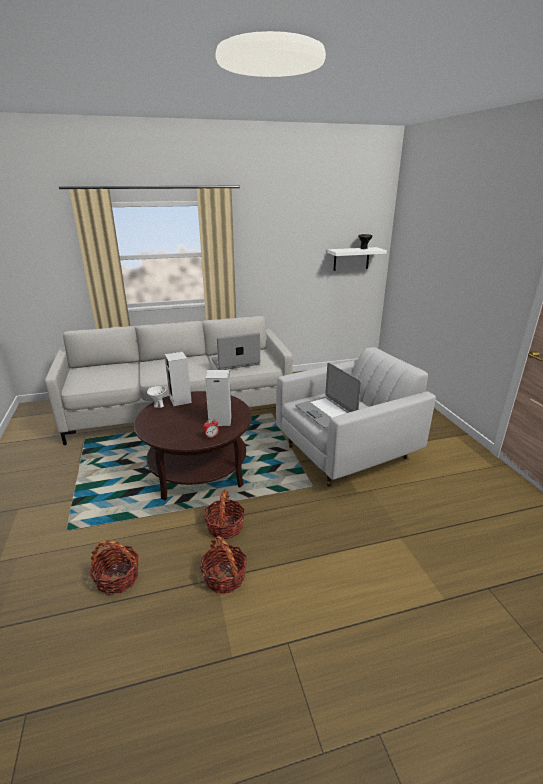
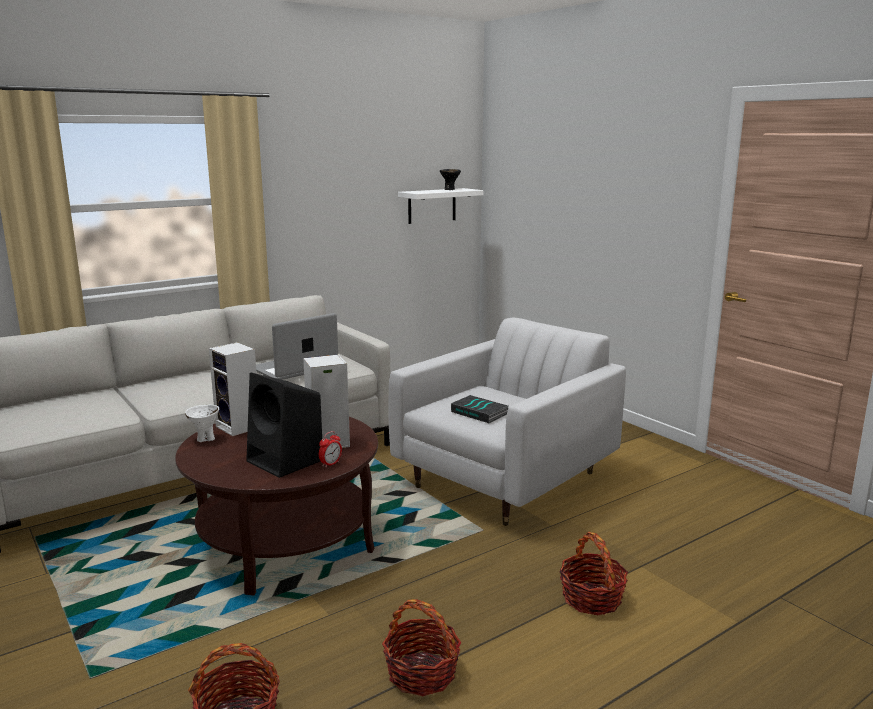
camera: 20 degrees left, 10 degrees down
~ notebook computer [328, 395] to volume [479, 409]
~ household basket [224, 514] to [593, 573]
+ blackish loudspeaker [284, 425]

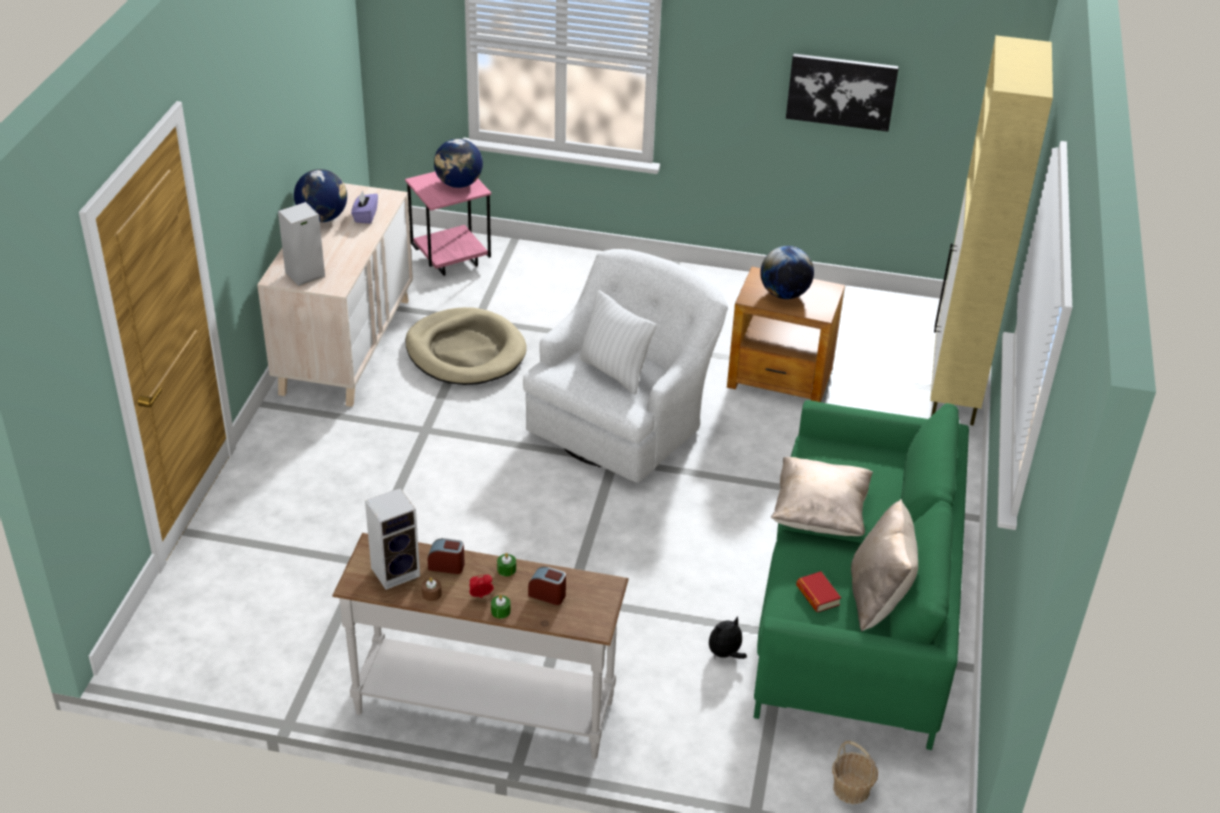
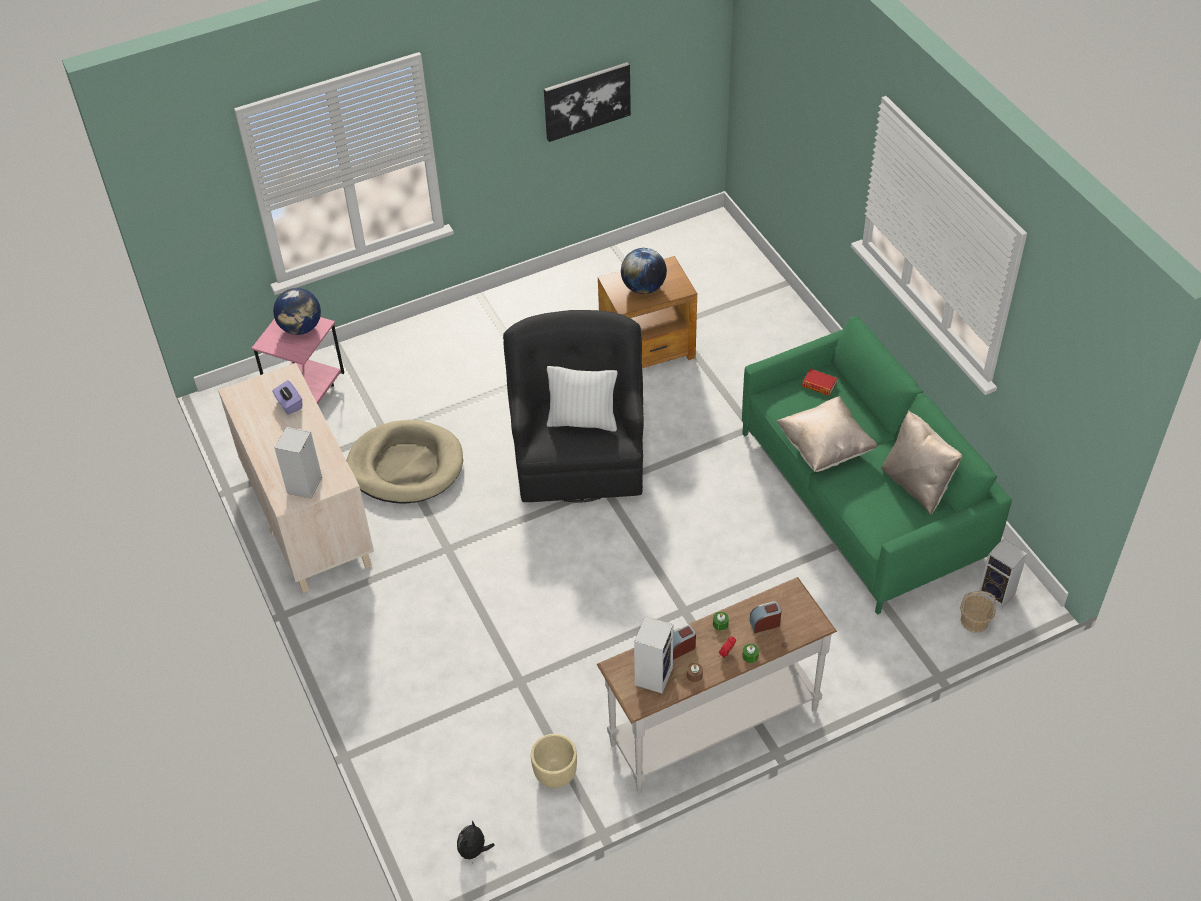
camera: 35 degrees left, 10 degrees up
- beige-coloured cupboard [991, 230]
- globe [320, 195]
~ white armchair [625, 366] to blackish armchair [573, 406]
~ volume [818, 591] to [819, 382]
~ soft toy [728, 637] to [476, 840]
+ loudspeaker [1002, 574]
+ beige-coloured flower pot [554, 761]

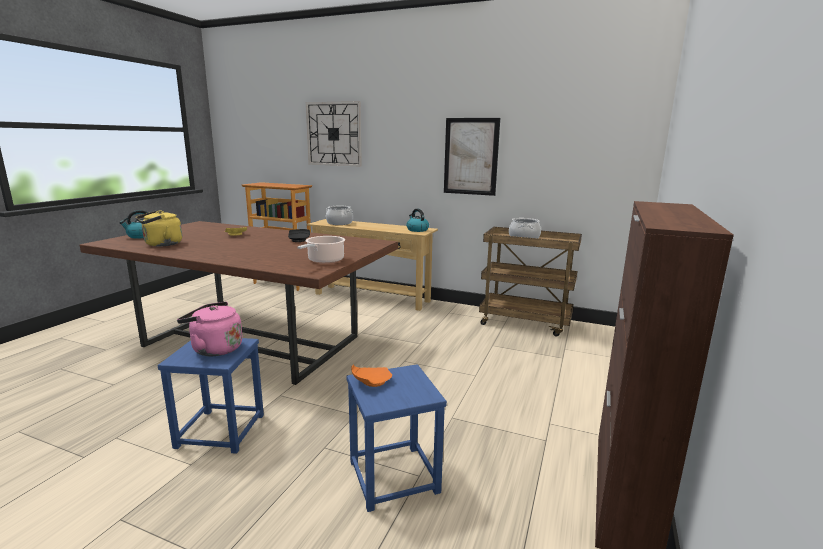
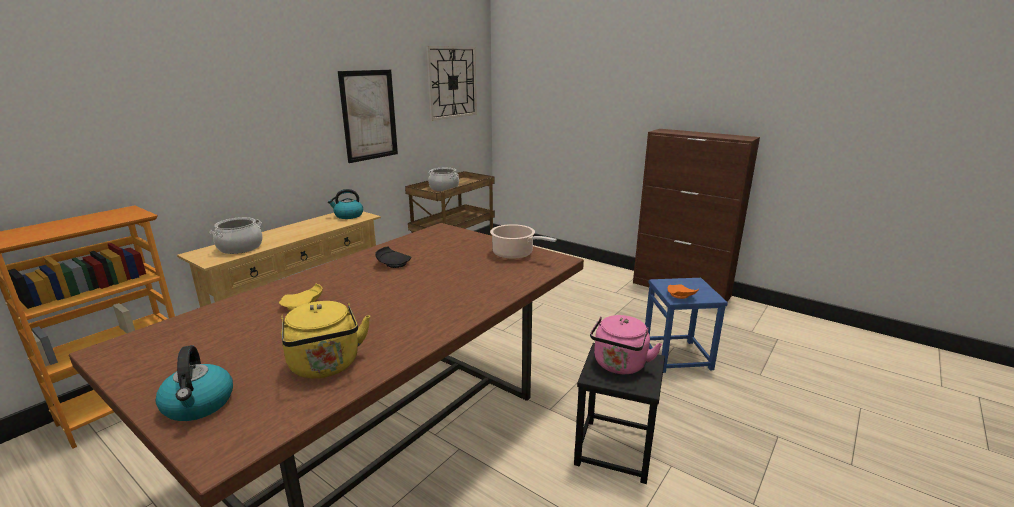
camera: 75 degrees left, 5 degrees up
~ clock on the wall [334, 134] to [451, 83]
~ blue-coloured sitting stool [211, 396] to blackish sitting stool [619, 413]

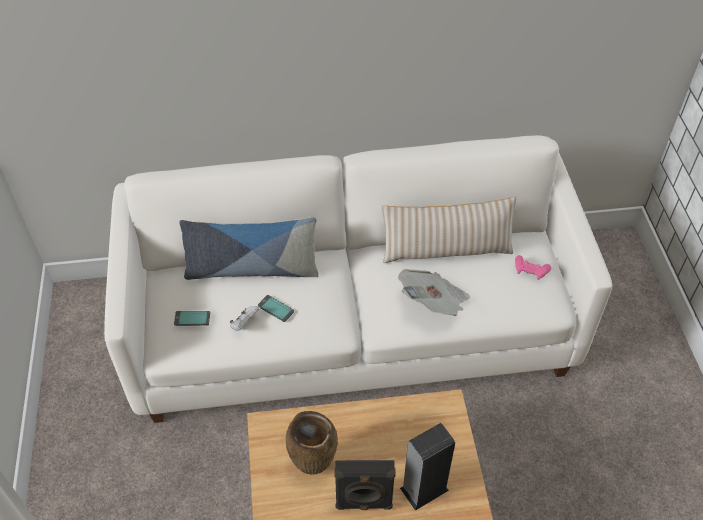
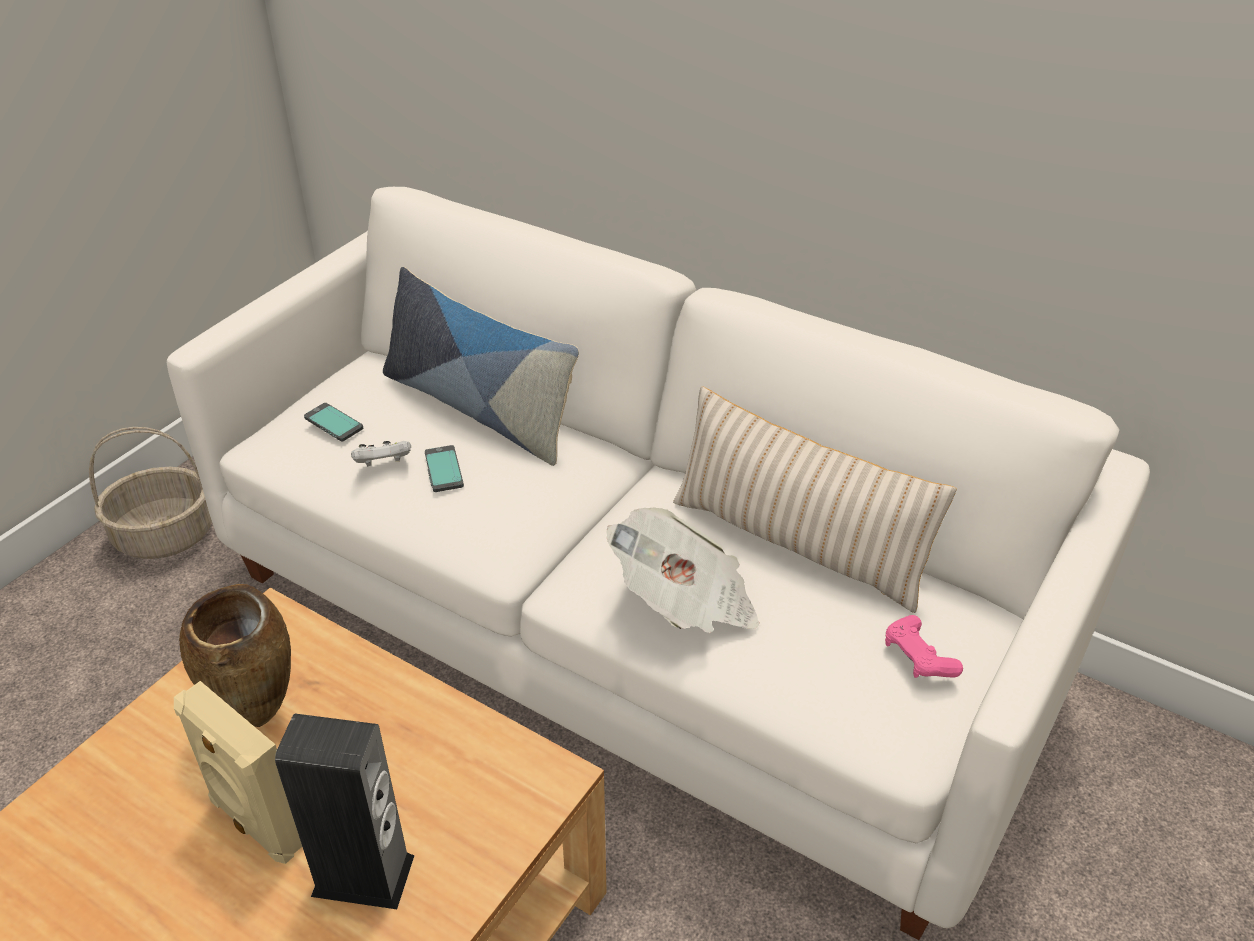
camera: 40 degrees right, 10 degrees down
~ blackish loudspeaker [365, 485] to beige-coloured loudspeaker [238, 772]
+ household basket [150, 493]

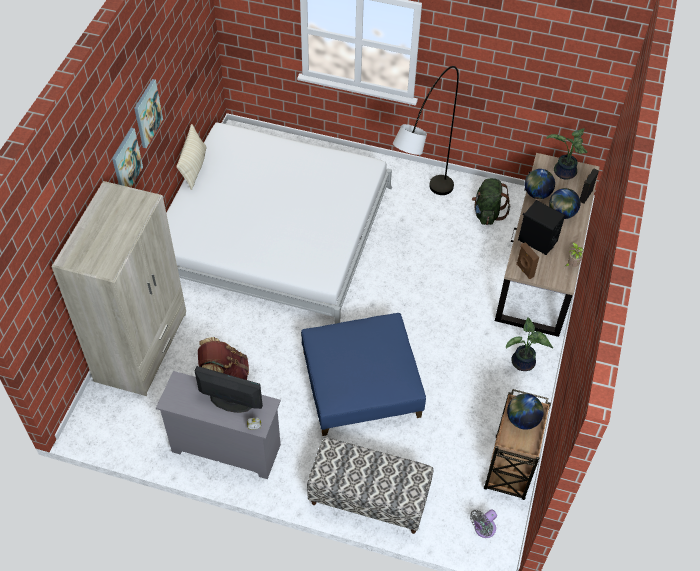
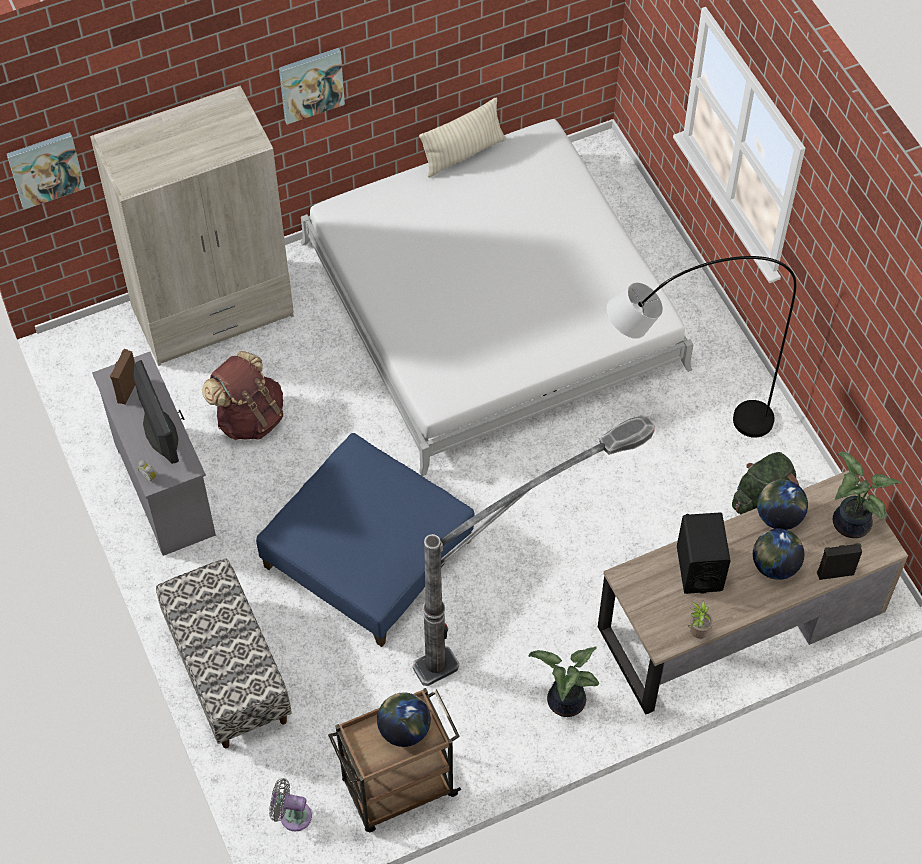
camera: 50 degrees right, 5 degrees up
~ picture [148, 113] to [46, 170]
~ brown-coloured loudspeaker [527, 260] to [122, 376]
+ floor lamp [533, 551]

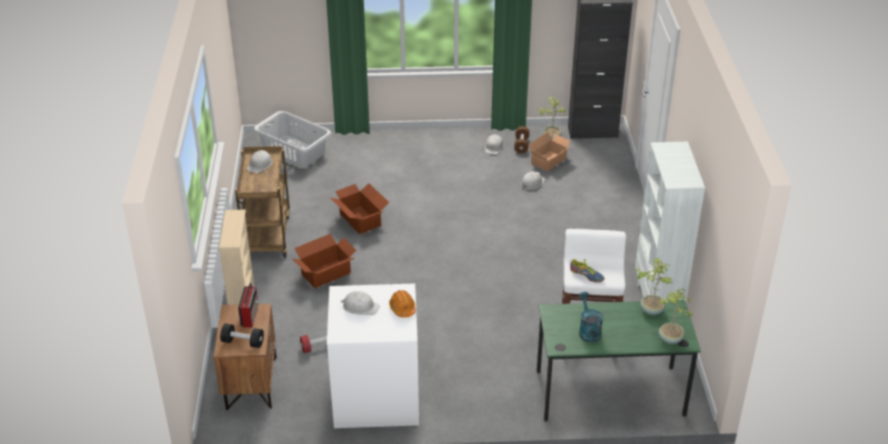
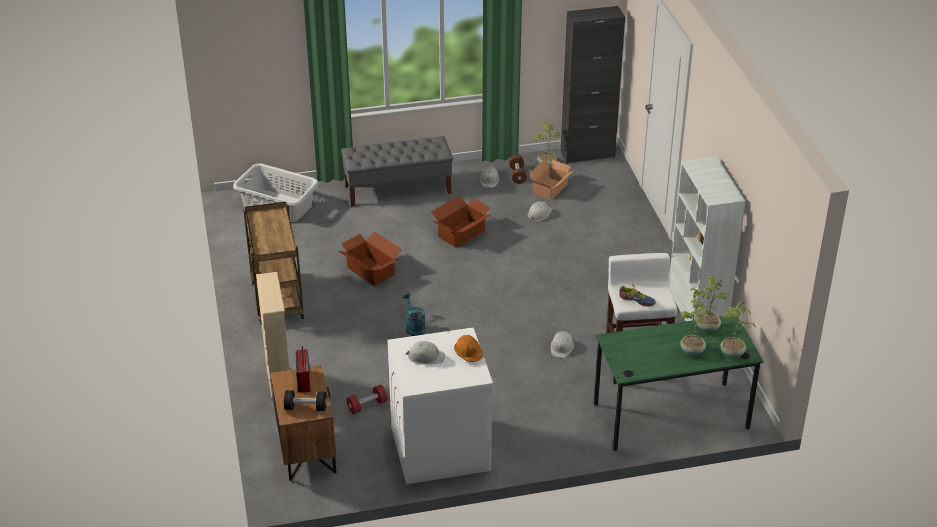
camera: 10 degrees left, 0 degrees up
~ white work helmet [260, 161] to [562, 344]
~ cardboard box [325, 261] to [461, 222]
~ blue-green watering pot [591, 317] to [414, 314]
+ grey bench [397, 171]
+ plant in a pot [697, 327]

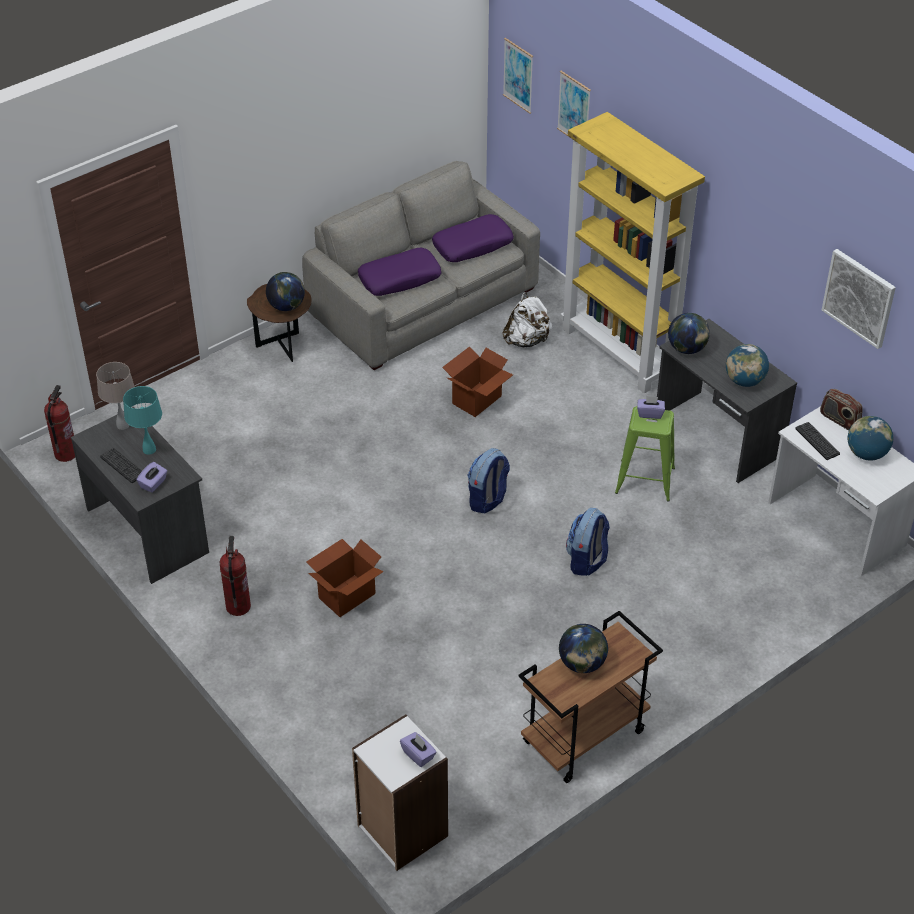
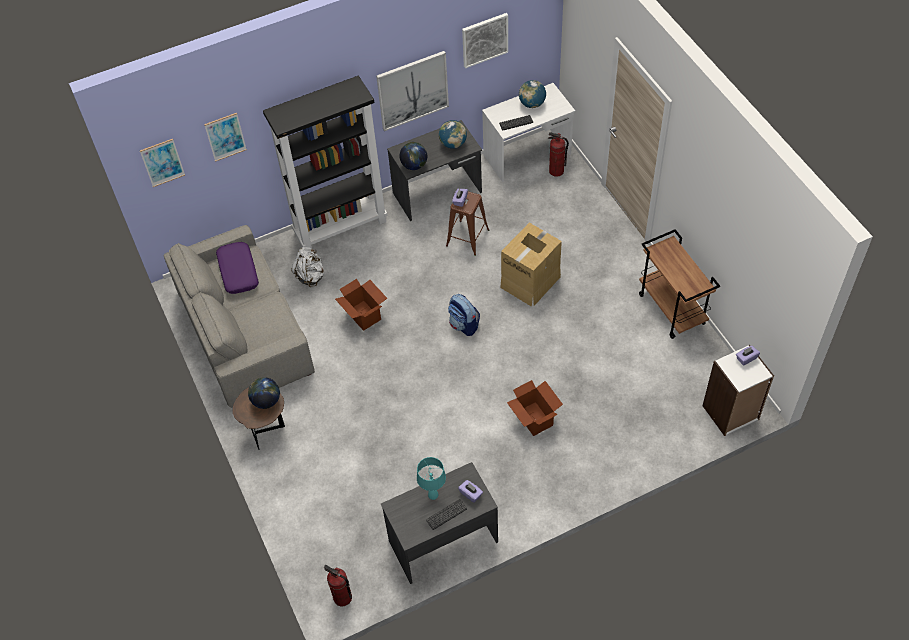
camera: 75 degrees left, 10 degrees up
~ yellowish shelving unit [632, 253] to blackish shelving unit [325, 162]
- purplish throw pillow [400, 272]
- beige-coloured lamp for a table [115, 396]
- radio set [841, 409]
~ greenish sitting stool [645, 454] to brown-coloured sitting stool [467, 223]
~ knapsack [588, 542] to cardboard box [531, 265]
~ extinguisher [235, 576] to [558, 154]
- globe [583, 648]
+ picture [412, 91]

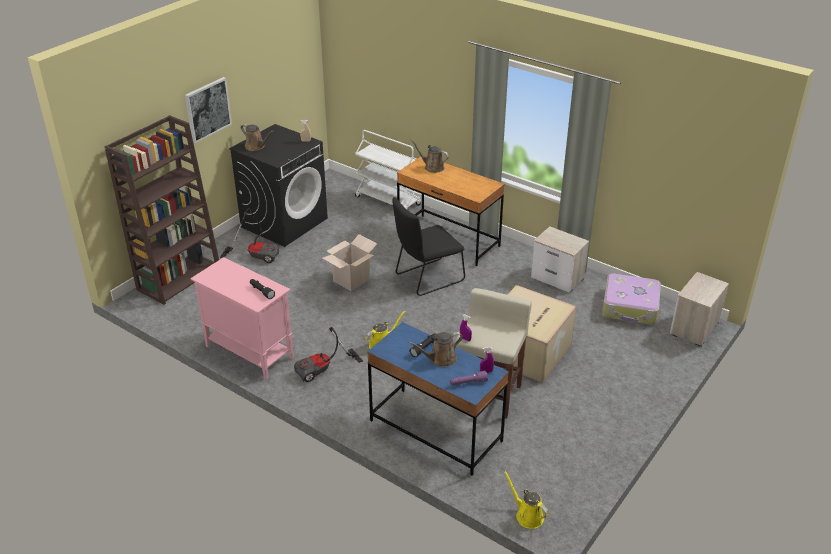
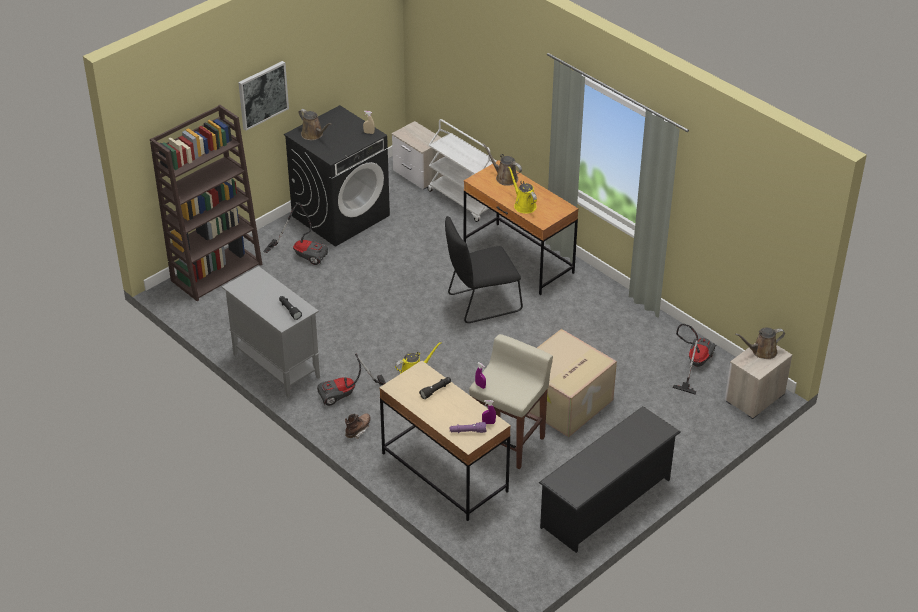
camera: 10 degrees right, 5 degrees up
~ night table [560, 259] to [418, 155]
- cardboard box [349, 262]
~ pinkish cupboard [242, 318] to grey cupboard [271, 332]
~ travel case [631, 299] to vacuum cleaner [694, 359]
~ blue-coloured desk [438, 399] to beige-coloured desk [445, 440]
~ brown-coloured watering pot [436, 349] to [760, 343]
~ yellowish watering pot [526, 500] to [522, 190]
+ blackish shoe rack [610, 479]
+ brown-coloured tall boot [358, 426]

